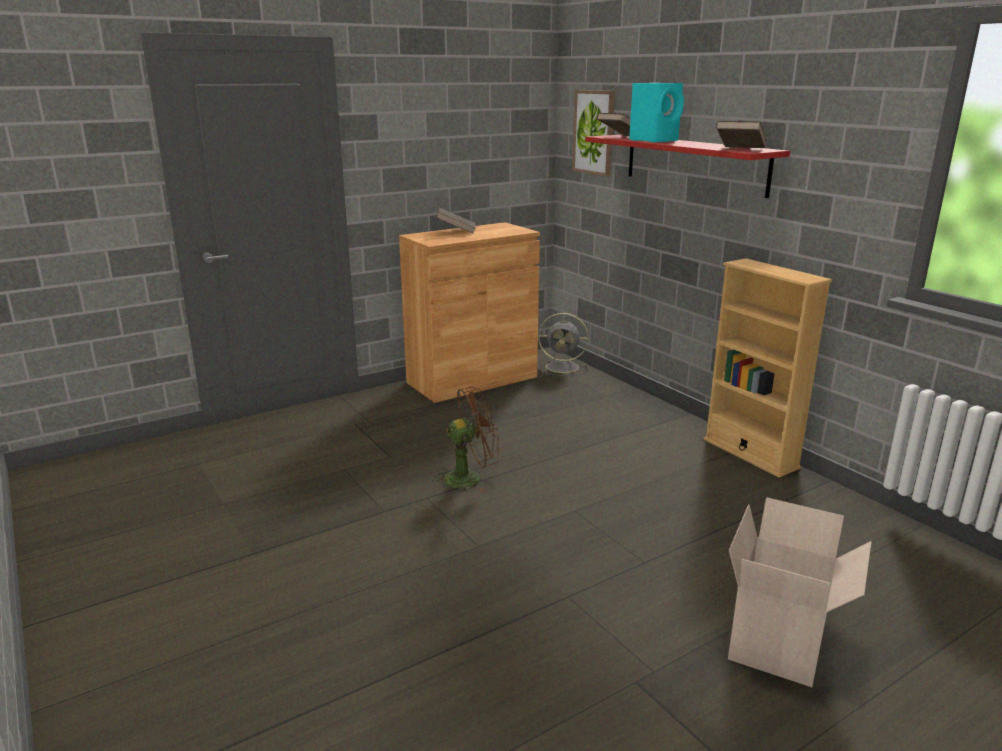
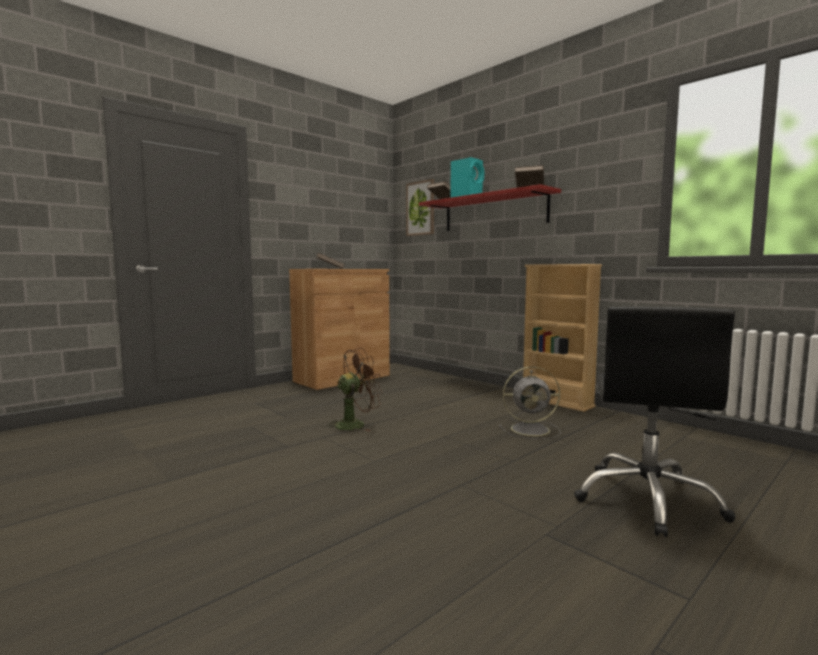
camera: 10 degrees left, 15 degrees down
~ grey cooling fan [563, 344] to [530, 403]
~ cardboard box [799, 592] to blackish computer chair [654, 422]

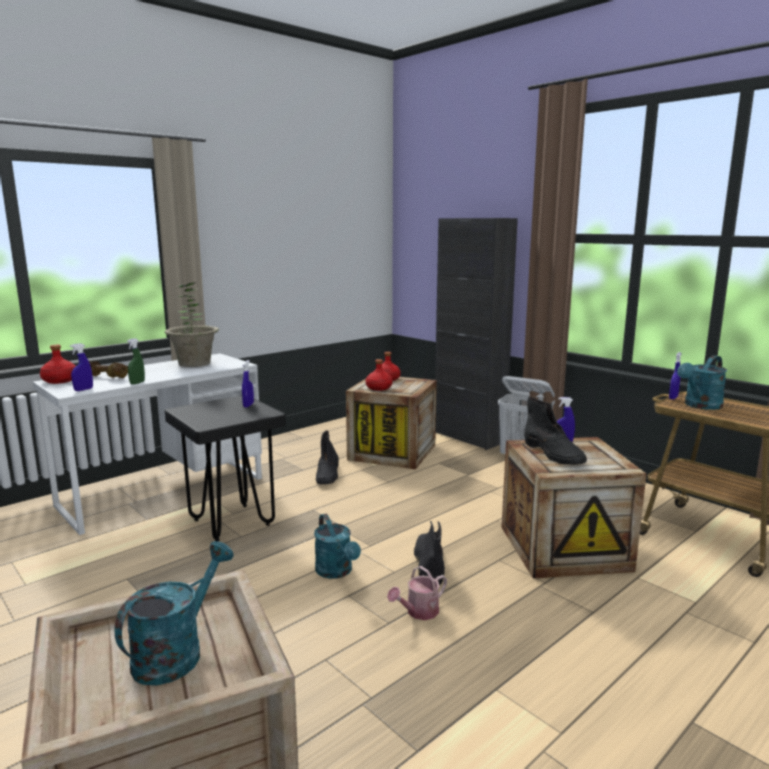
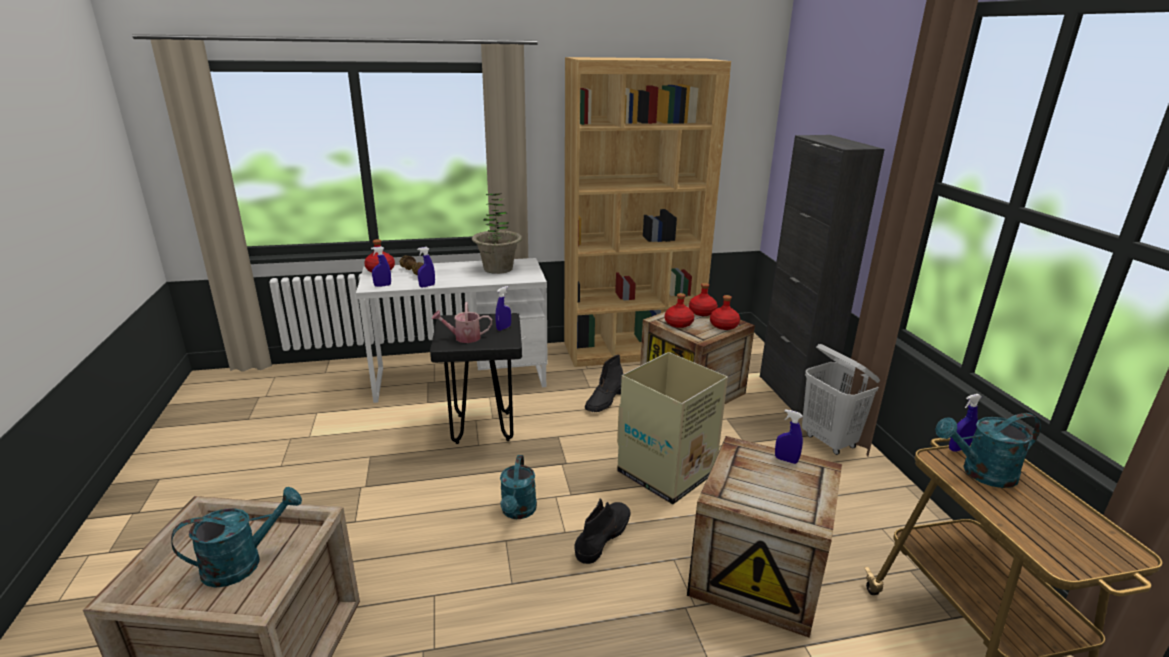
camera: 30 degrees right, 10 degrees up
~ greenish hand sprayer [136, 361] to blue-coloured hand sprayer [426, 267]
- blackish tall boot [555, 431]
~ watering pot [417, 593] to [462, 322]
+ brown-coloured shelving unit [647, 212]
+ reddish bottle [725, 312]
+ cardboard box [672, 428]

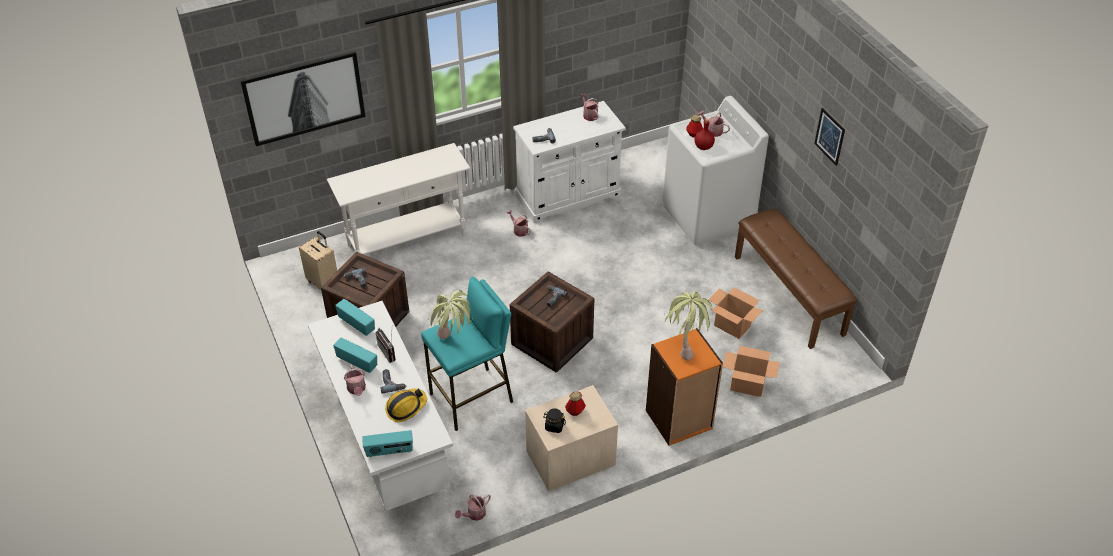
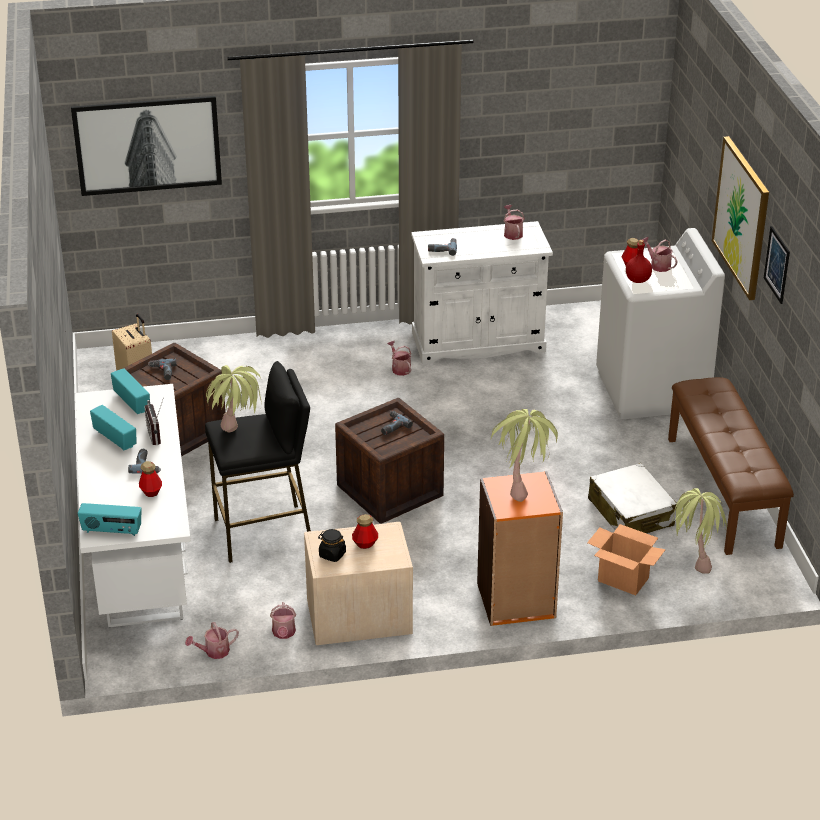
camera: 15 degrees right, 10 degrees down
- white hall table [398, 199]
~ blue-green sitting stool [467, 354] to blackish sitting stool [258, 462]
~ cardboard box [735, 313] to white travel case [632, 498]
~ watering pot [355, 380] to [283, 620]
~ work helmet [406, 405] to bottle [150, 479]
+ picture [740, 218]
+ plant in a pot [699, 531]

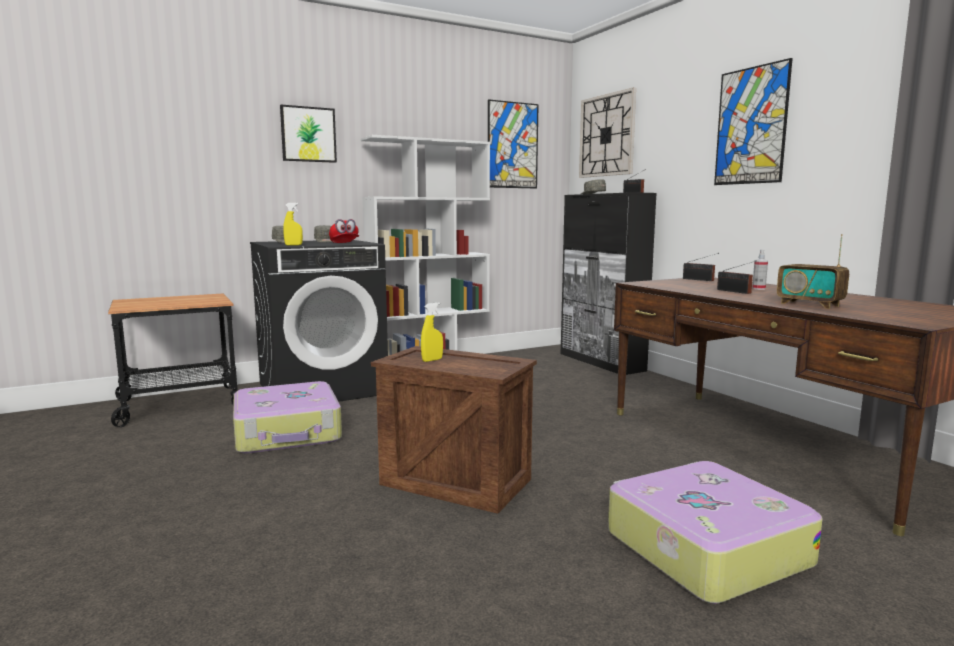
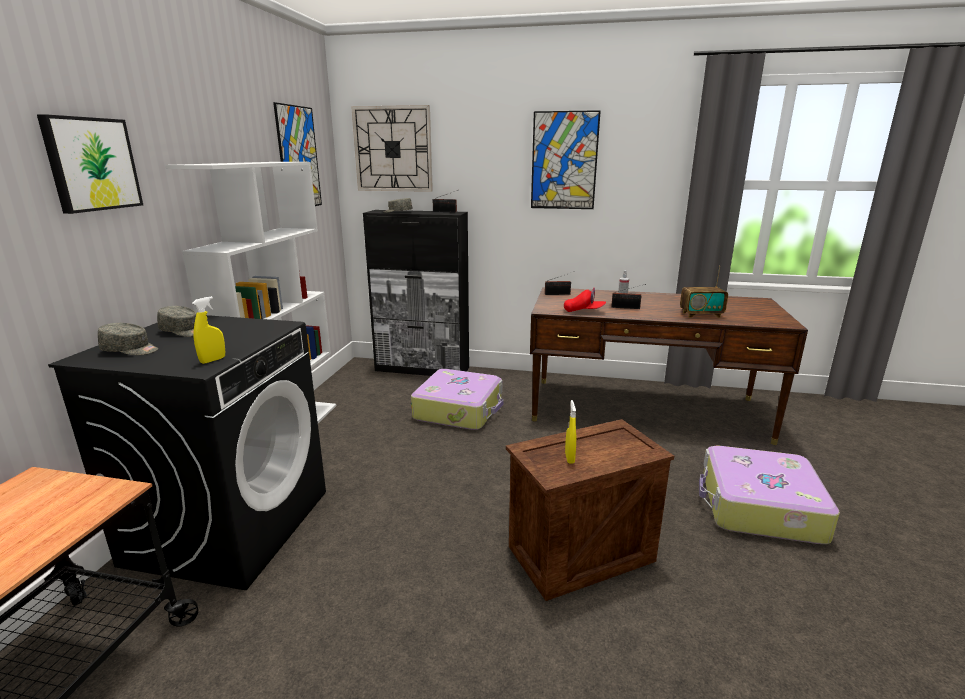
camera: 50 degrees left, 10 degrees up
~ reddish baseball cap [344, 231] to [585, 300]
~ travel case [287, 417] to [457, 399]

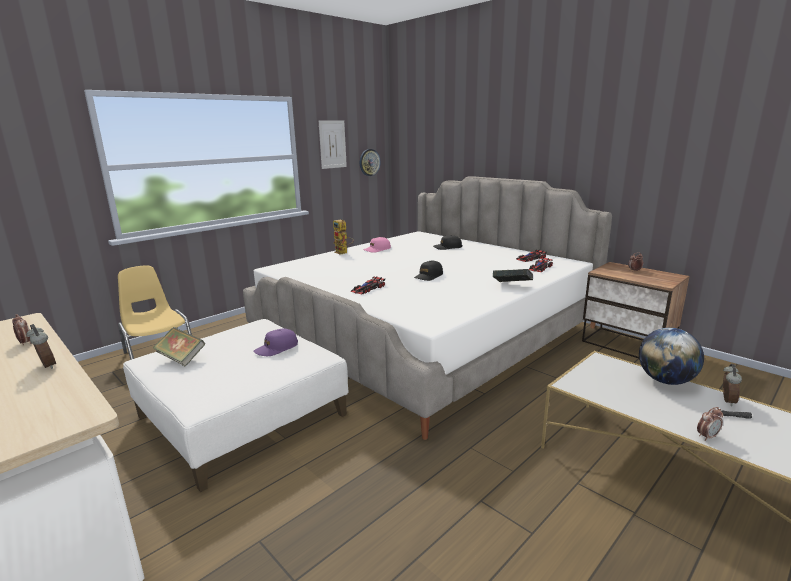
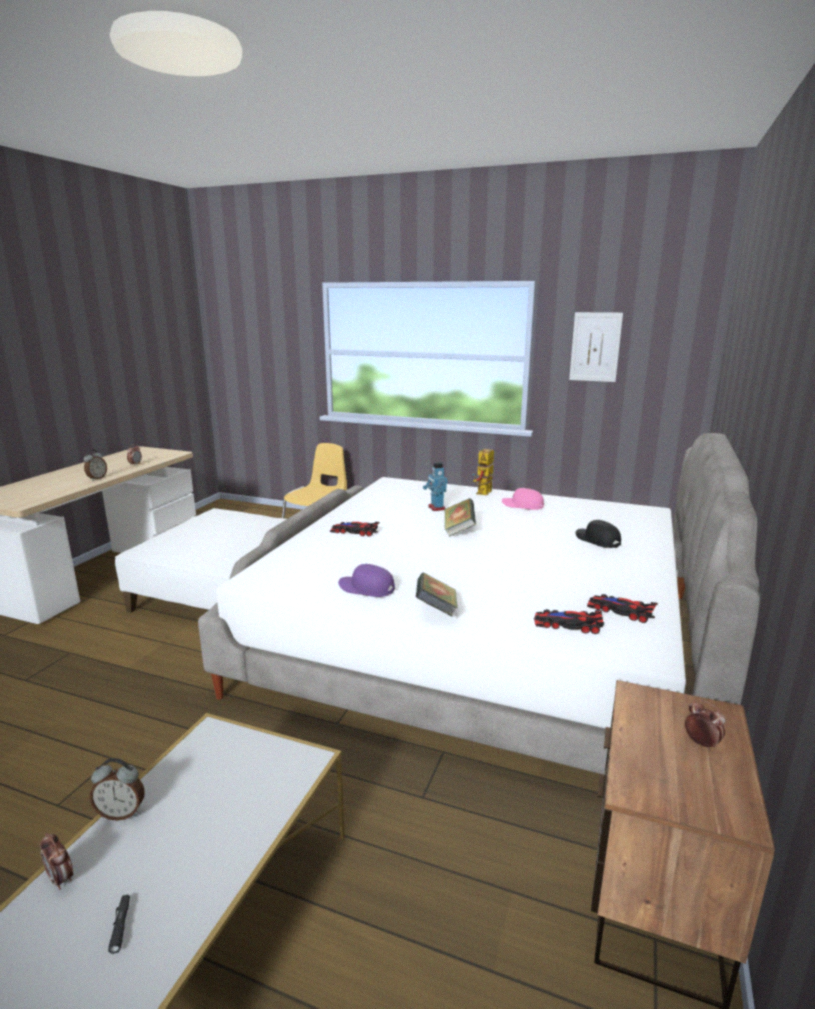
camera: 65 degrees right, 0 degrees up
- clock on the wall [370, 162]
- blackish baseball cap [428, 271]
~ volume [179, 347] to [460, 517]
- globe [671, 356]
~ purplish baseball cap [275, 342] to [366, 580]
~ table clock [732, 385] to [117, 789]
+ toy robot [435, 486]

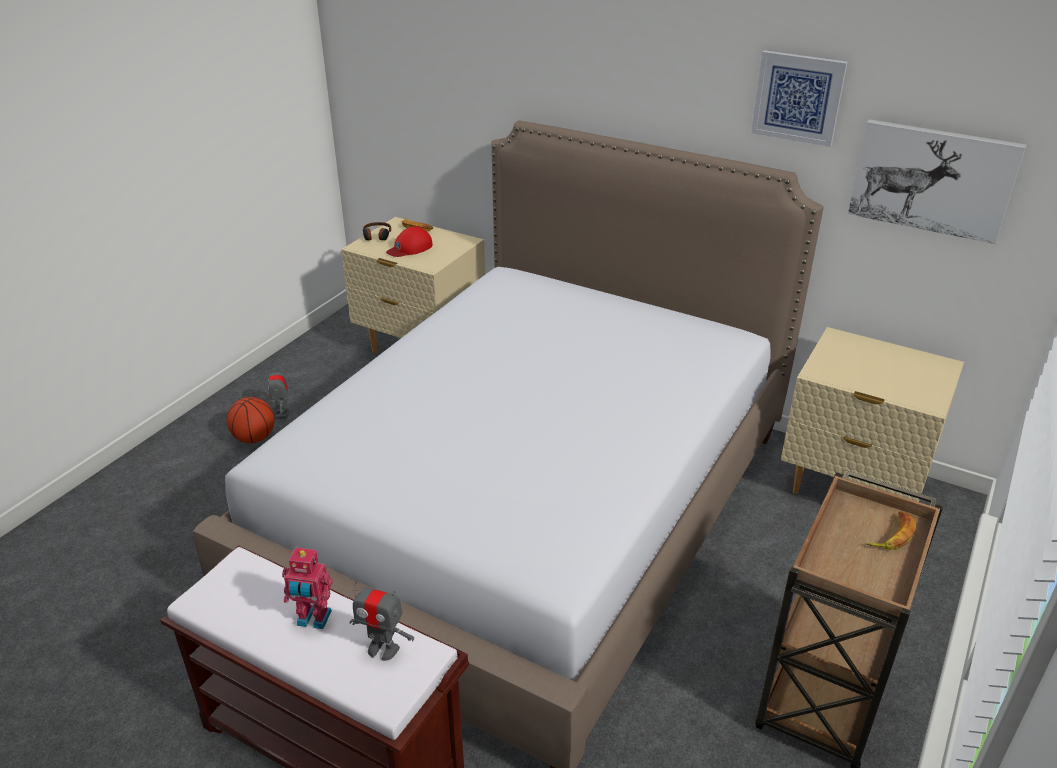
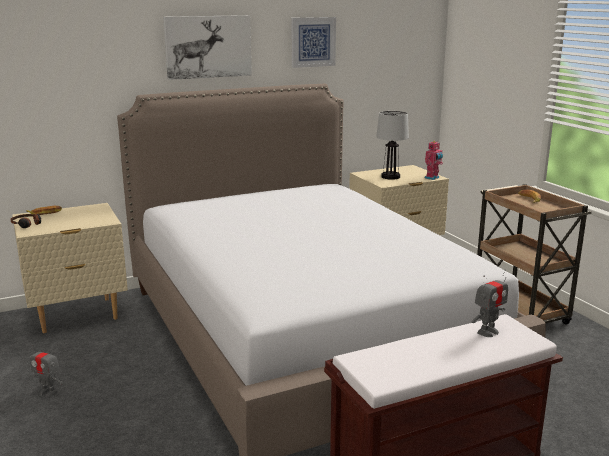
camera: 55 degrees left, 15 degrees down
~ picture [937, 181] to [207, 47]
- reddish baseball cap [409, 242]
- ball for basketball [250, 420]
~ toy robot [307, 588] to [434, 160]
+ lamp for a table [392, 145]

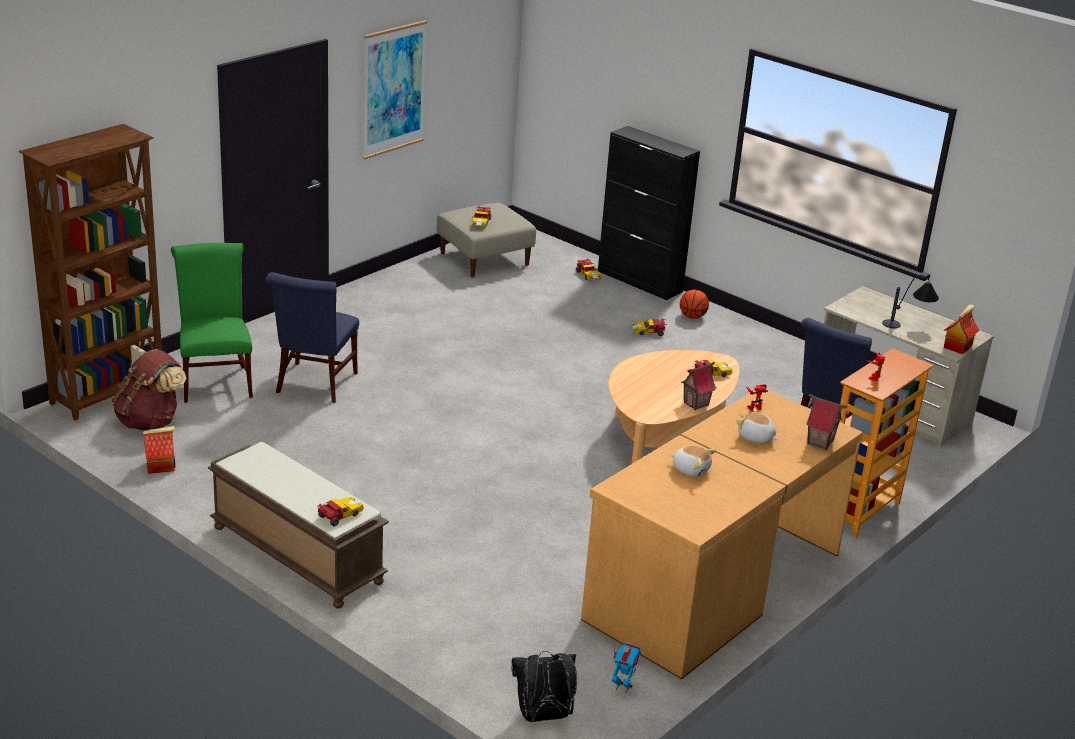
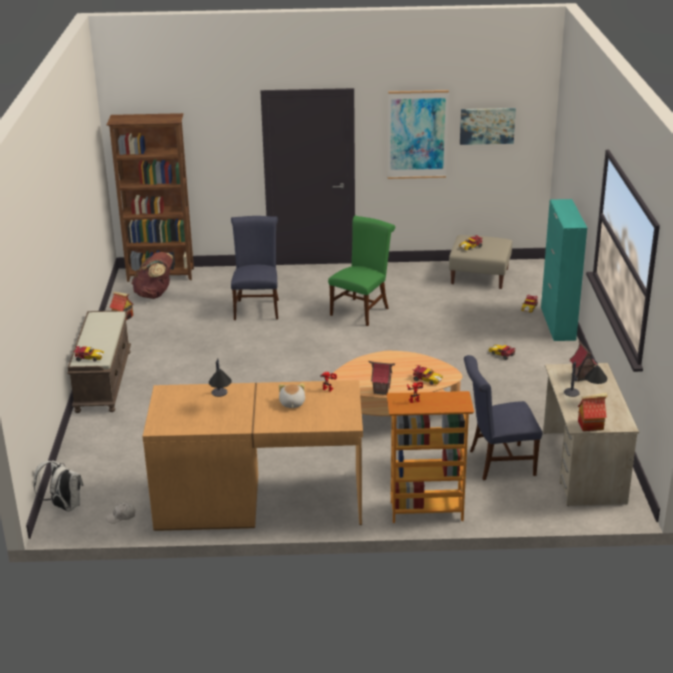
camera: 50 degrees right, 0 degrees up
~ blackish cupboard [649, 213] to blue-green cupboard [564, 270]
~ greenish upright chair [212, 323] to [361, 271]
~ blue-coloured upright chair [312, 337] = [255, 268] 120 degrees clockwise
- ball for basketball [694, 304]
~ toy house [826, 422] to [583, 360]
~ soft toy [694, 461] to lamp for a table [220, 377]
~ toy robot [626, 668] to white baseball cap [120, 513]
~ blackish knapsack [544, 686] to white knapsack [58, 486]
+ picture [488, 126]

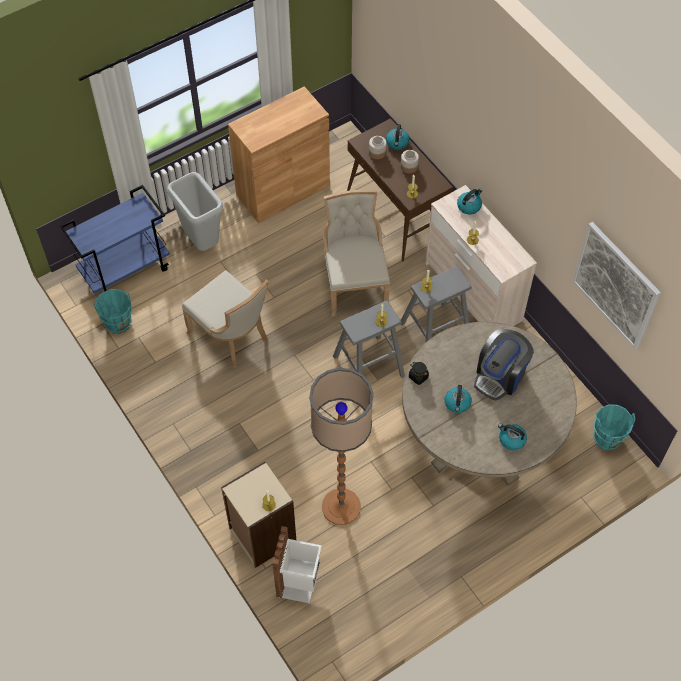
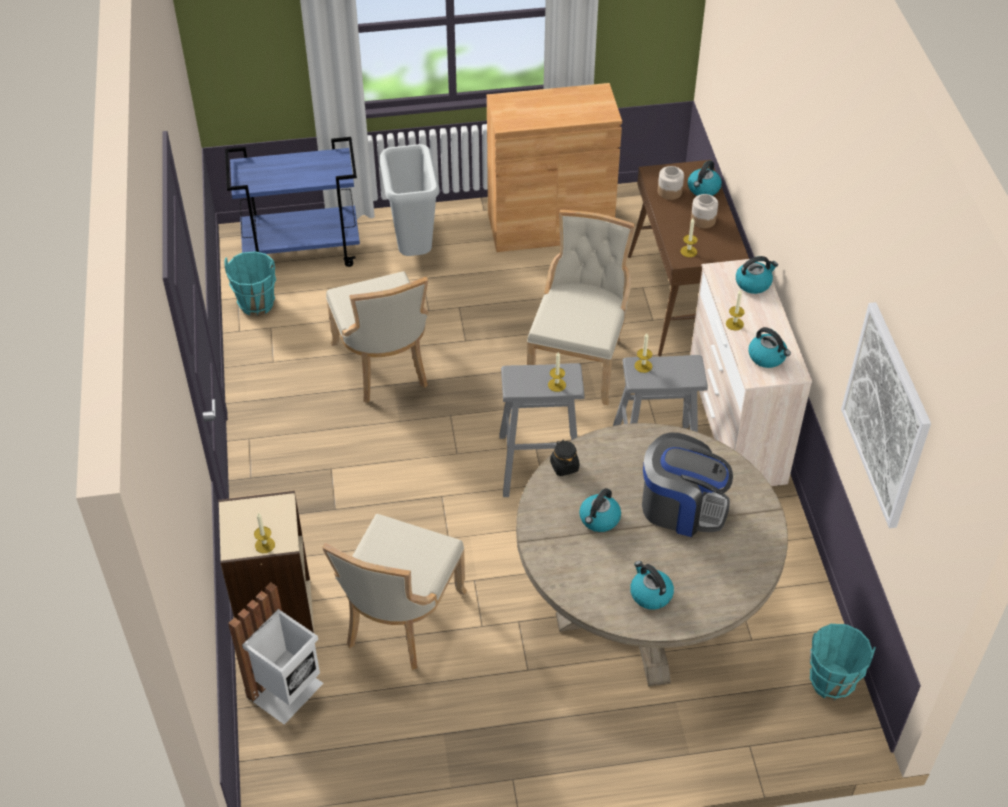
camera: 25 degrees right, 10 degrees down
~ coffee brewer [504, 365] = [687, 484] 135 degrees counterclockwise
~ floor lamp [341, 446] to beige-coloured upright chair [394, 592]
+ tea kettle [770, 347]

